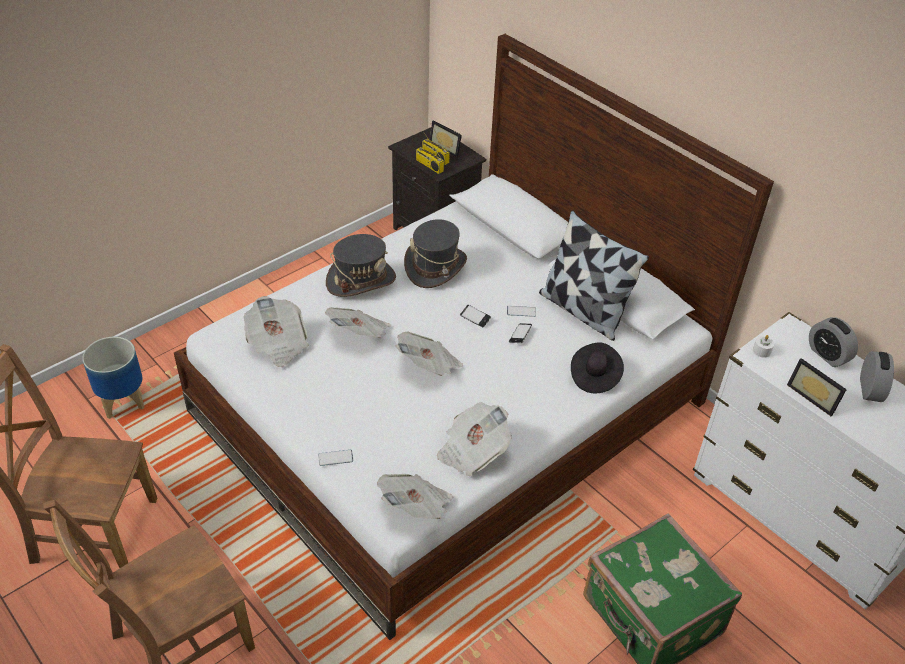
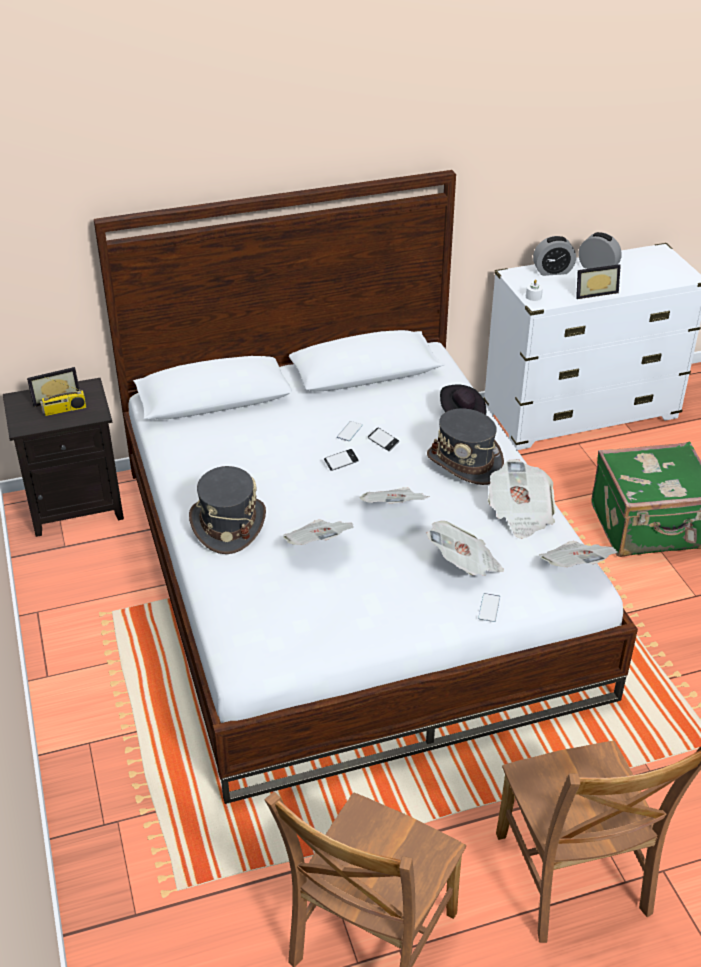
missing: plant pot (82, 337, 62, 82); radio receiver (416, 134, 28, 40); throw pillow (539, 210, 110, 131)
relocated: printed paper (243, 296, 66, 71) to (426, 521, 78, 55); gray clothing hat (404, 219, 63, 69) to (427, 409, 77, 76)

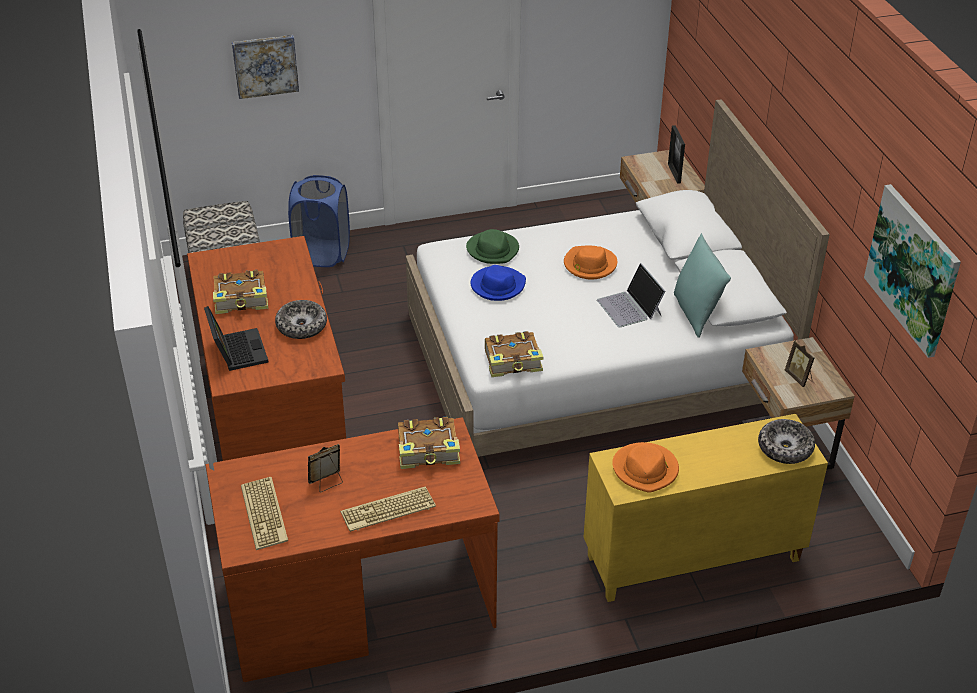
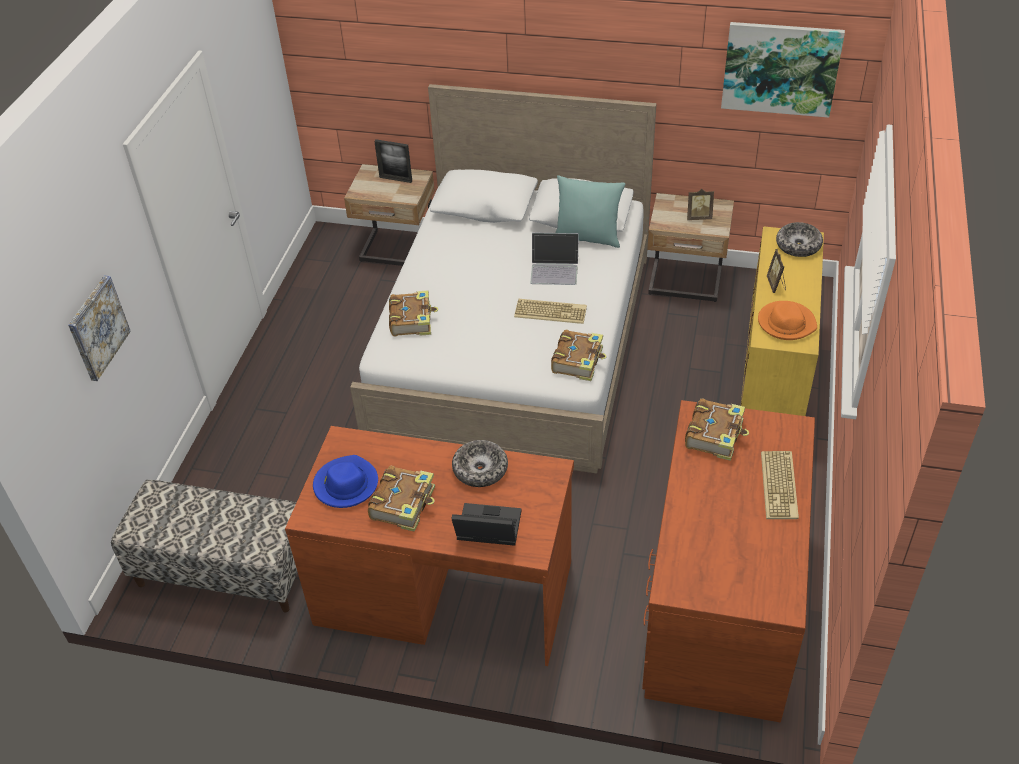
missing: blue hamper (288, 175, 62, 92); orange clothing hat (564, 246, 53, 33)
relocated: PC keyboard (241, 477, 47, 73) to (514, 299, 73, 25); photo frame (308, 444, 35, 48) to (767, 249, 19, 44); blue clothing hat (471, 265, 55, 36) to (313, 455, 65, 53)
exchanged: green clothing hat (466, 229, 53, 35) to bound book (389, 290, 49, 46)

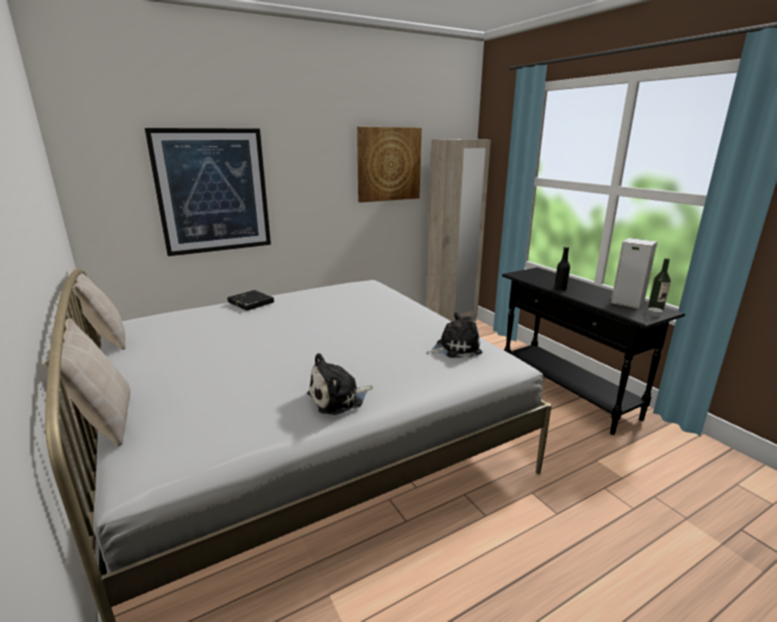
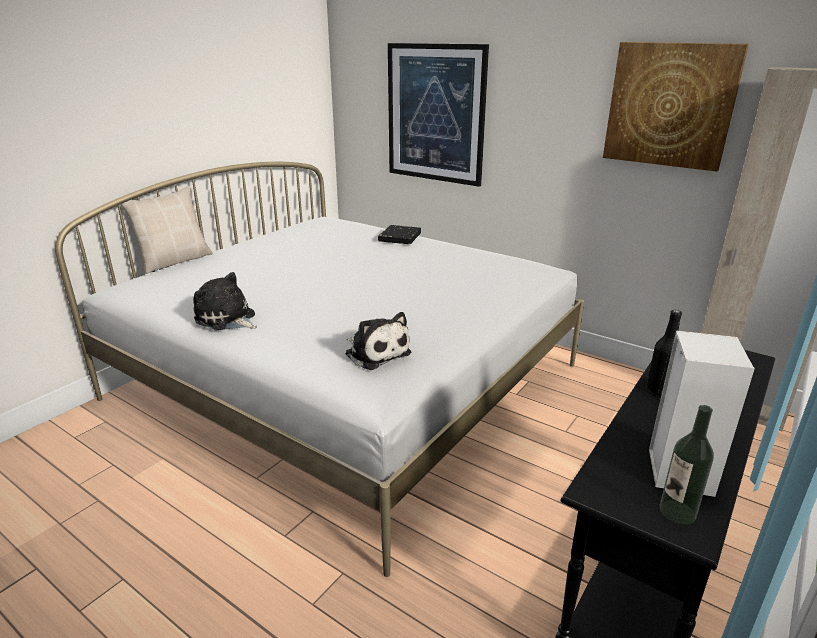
missing: sand-coloured throw pillow (72, 267, 54, 83)

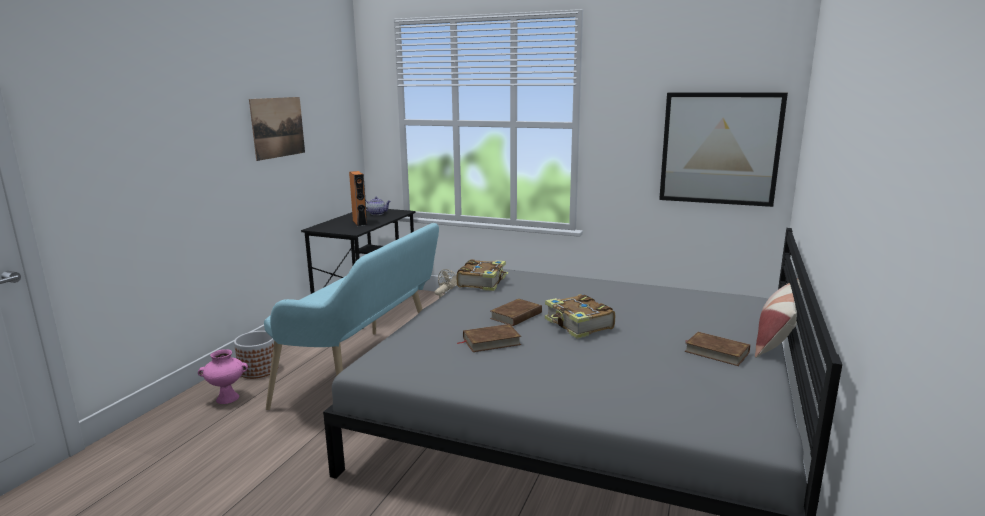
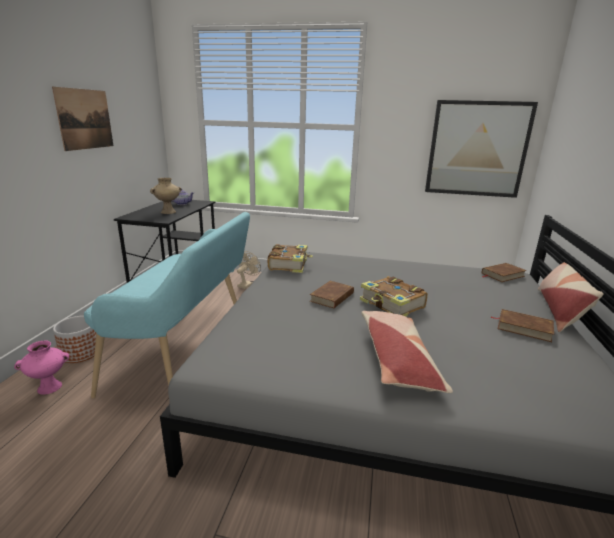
appeared: throw pillow (361, 311, 92, 82)
relocated: brownish bound book (457, 324, 64, 28) to (481, 263, 46, 19)
exchanged: orange speaker (349, 171, 18, 55) to sand-coloured flower vase (150, 178, 32, 36)

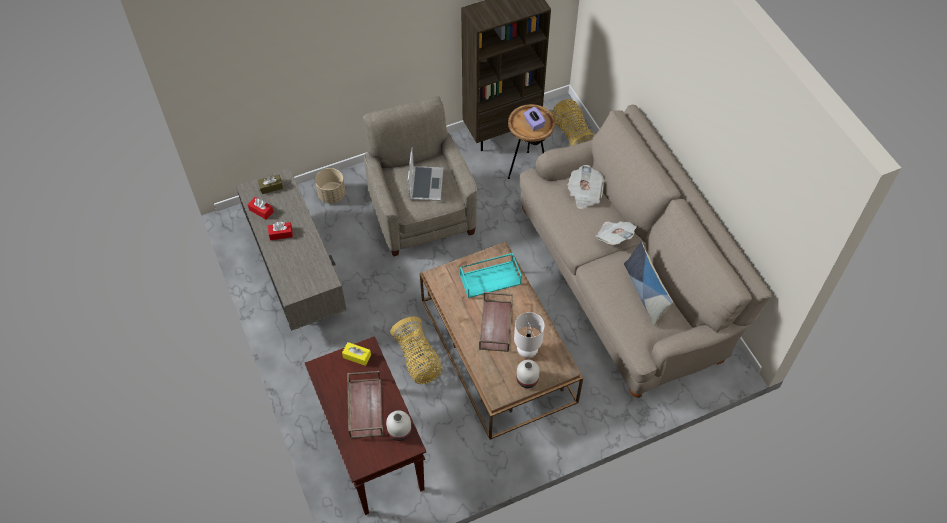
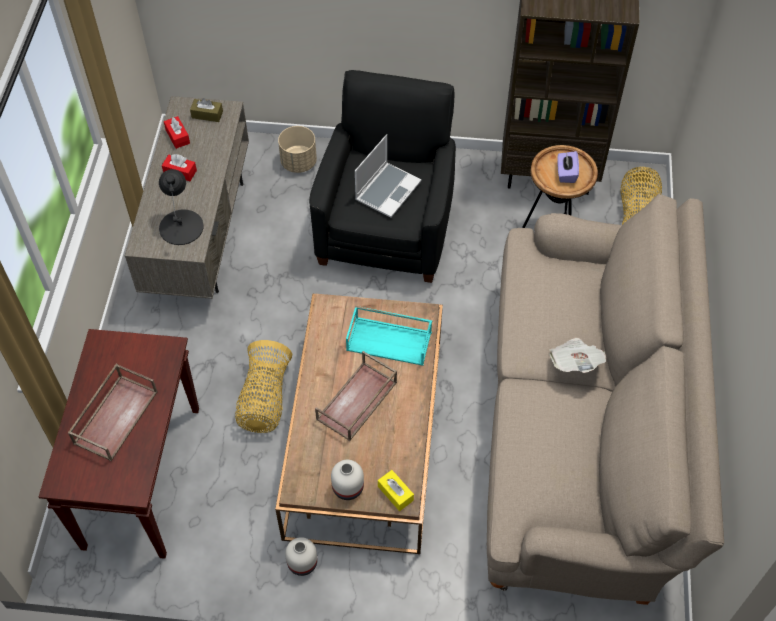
missing: white table lamp (514, 312, 30, 46); printed paper (567, 165, 37, 44); throw pillow (624, 241, 49, 85)
appeared: black-coloured table lamp (159, 169, 45, 76)
relocated: yellowish box of tissues (342, 342, 29, 24) to (378, 470, 36, 41); white flower vase (386, 410, 26, 31) to (285, 537, 32, 39)
colour: sand-coloured lounge chair (363, 96, 114, 161) to black-coloured lounge chair (309, 70, 147, 213)

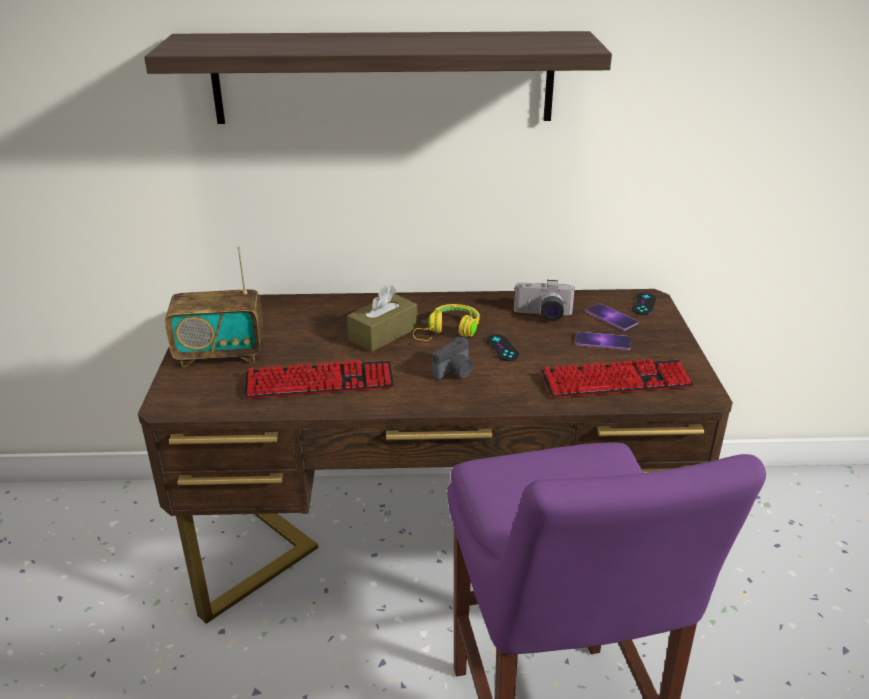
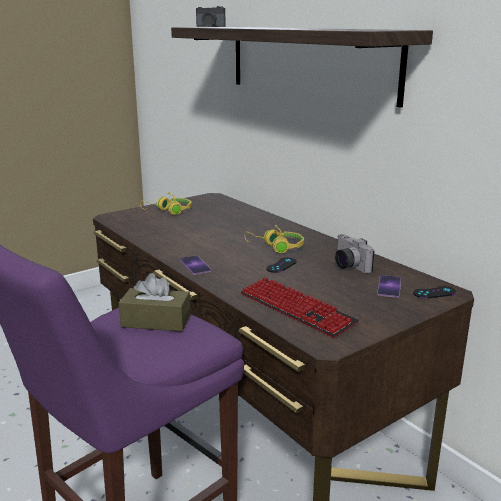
missing: PC keyboard (245, 360, 149, 39)
relocated: brownish box of tissues (347, 285, 70, 67) to (119, 273, 72, 59); photo camera (432, 336, 42, 44) to (196, 6, 30, 21); handset (575, 332, 55, 18) to (179, 255, 33, 20)
exchanged: radio receiver (165, 247, 98, 120) to yellowish headphones (140, 192, 52, 23)

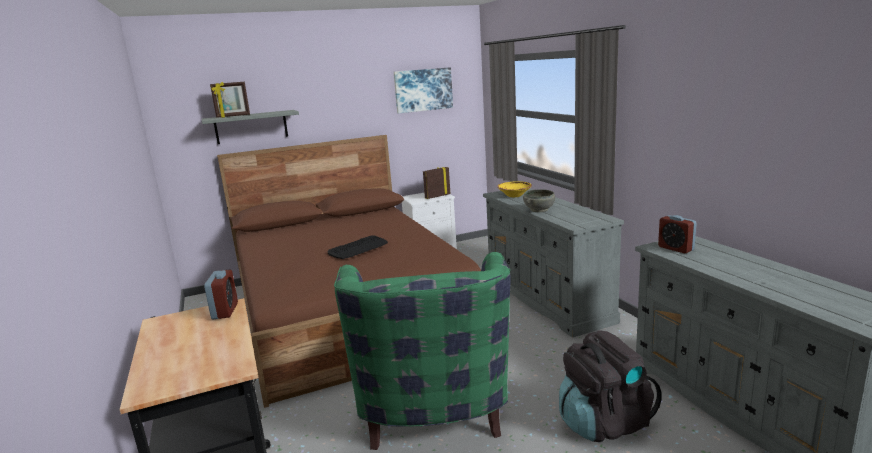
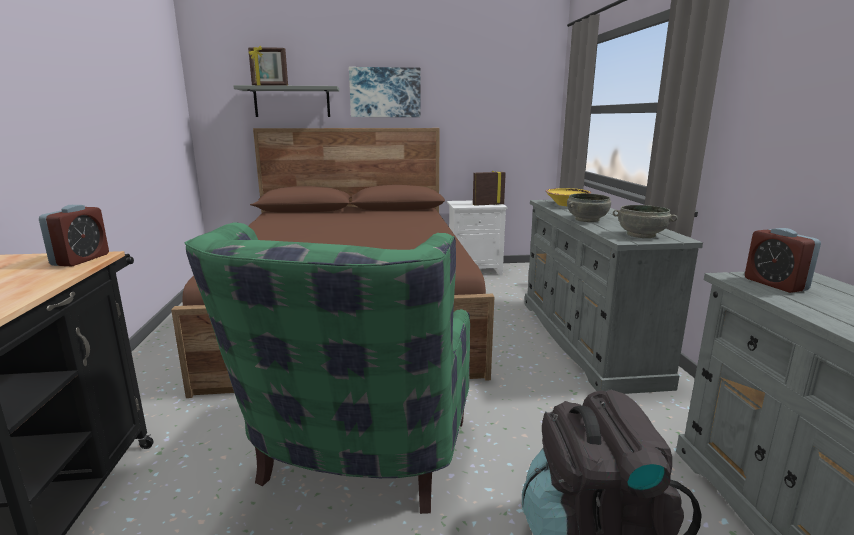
missing: PC keyboard (328, 235, 60, 24)
appeared: gray deep dish (613, 205, 64, 33)
relocated: wall picture (394, 67, 59, 46) to (349, 67, 72, 50)

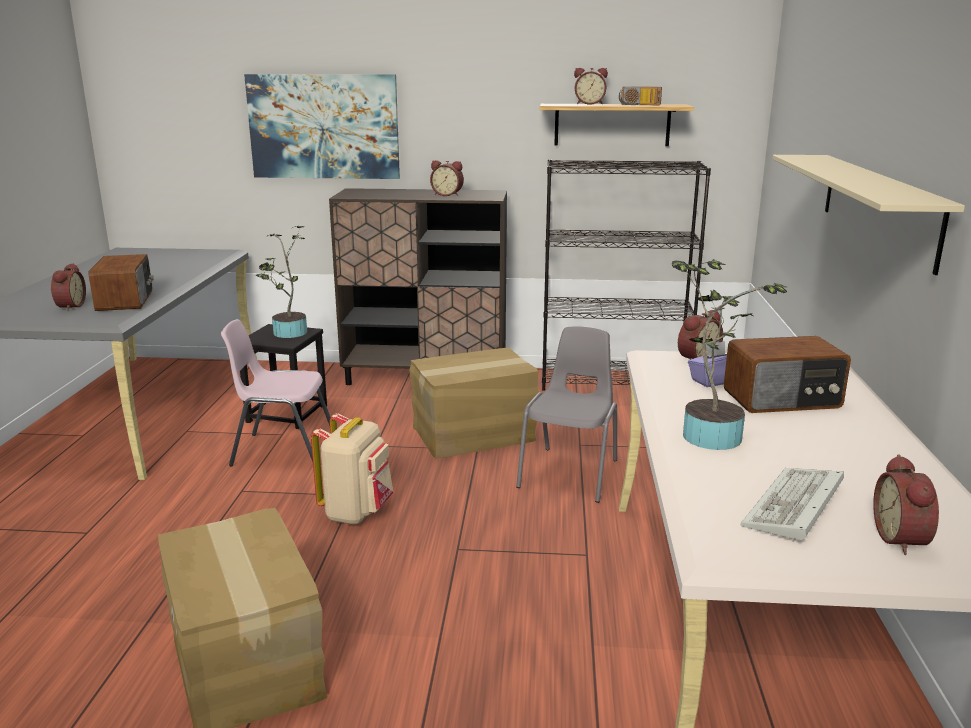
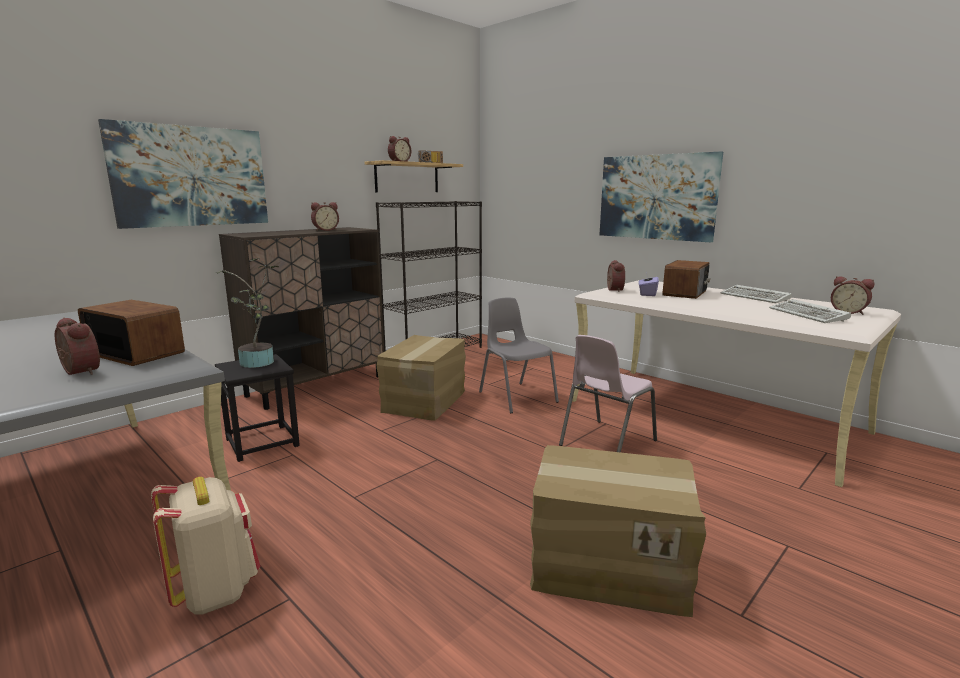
missing: houseplant (672, 259, 115, 191)
appeared: PC keyboard (721, 285, 71, 18)
relocated: pinkish chair (221, 319, 110, 147) to (559, 335, 98, 117); sand-coloured knapsack (311, 413, 82, 112) to (151, 477, 109, 138)
exchanged: sand-coloured shelf (772, 155, 193, 120) to wall picture (599, 151, 124, 91)

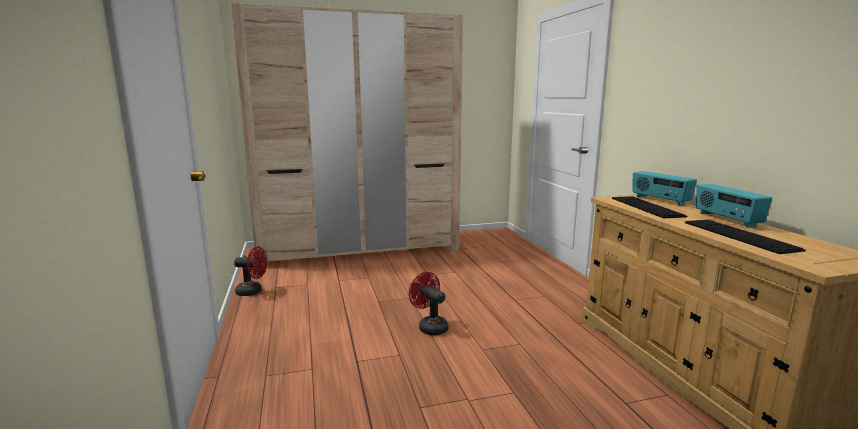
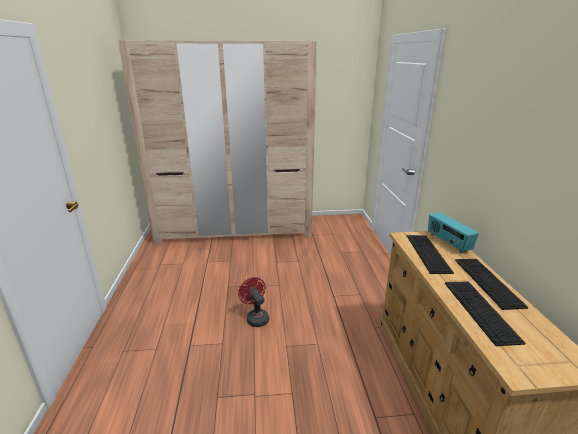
missing: red electric fan (234, 247, 33, 49)
exchanged: radio receiver (696, 184, 76, 44) to PC keyboard (455, 259, 73, 51)

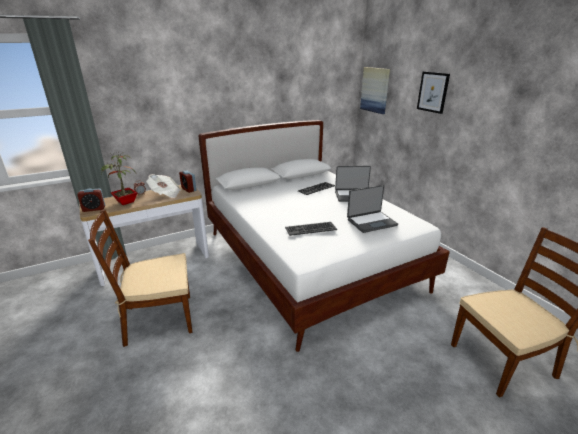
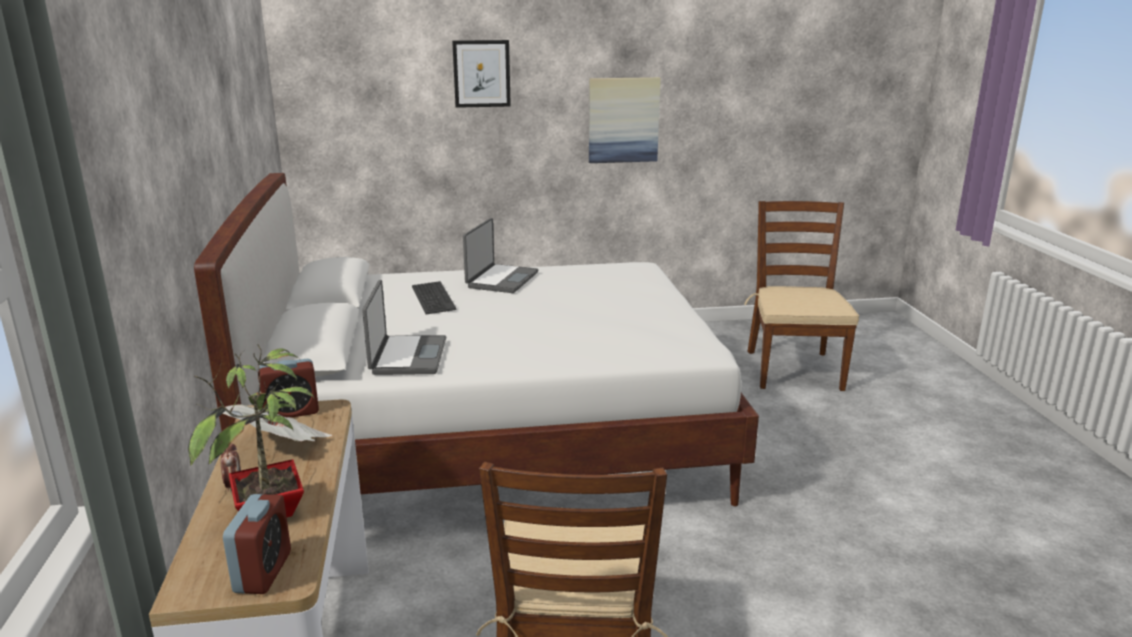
missing: PC keyboard (285, 222, 52, 14)
relocated: portable computer (347, 185, 51, 48) to (362, 280, 84, 95); wall picture (360, 67, 30, 47) to (589, 77, 72, 86)

